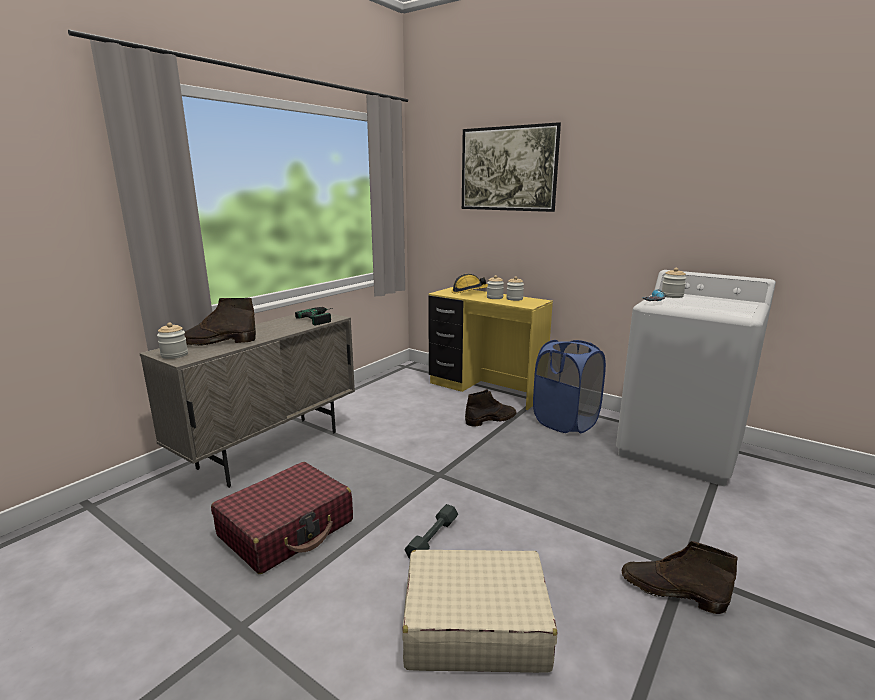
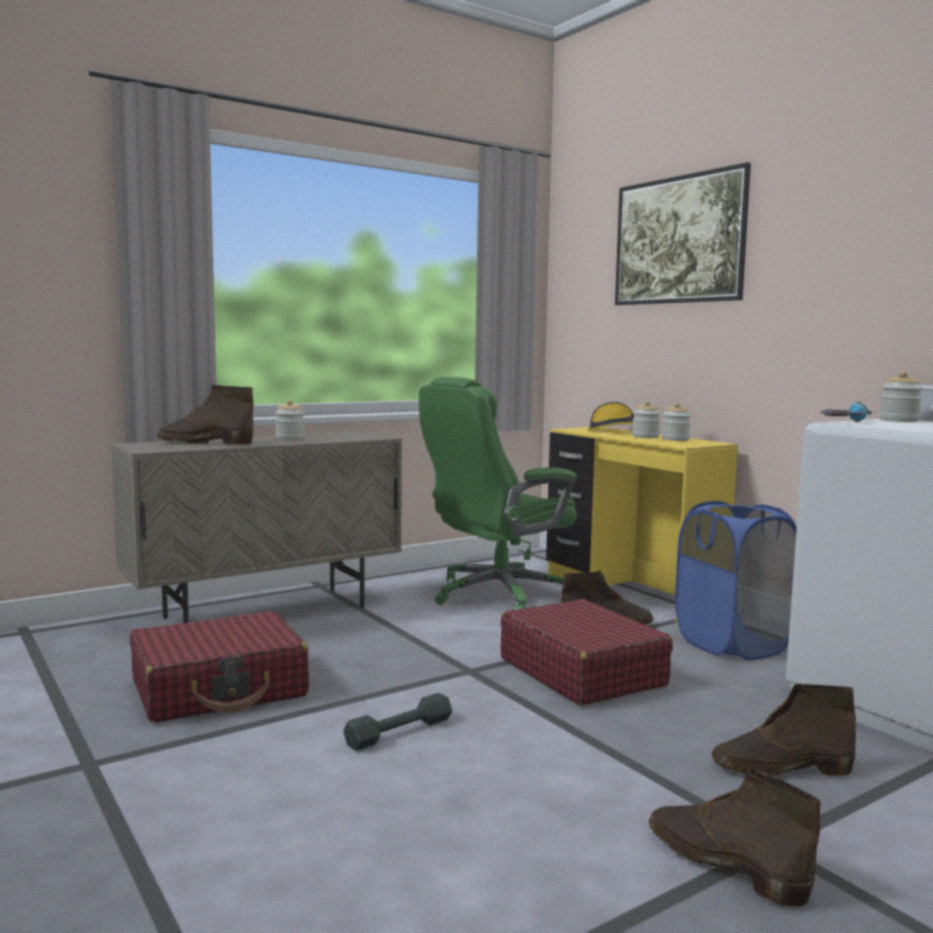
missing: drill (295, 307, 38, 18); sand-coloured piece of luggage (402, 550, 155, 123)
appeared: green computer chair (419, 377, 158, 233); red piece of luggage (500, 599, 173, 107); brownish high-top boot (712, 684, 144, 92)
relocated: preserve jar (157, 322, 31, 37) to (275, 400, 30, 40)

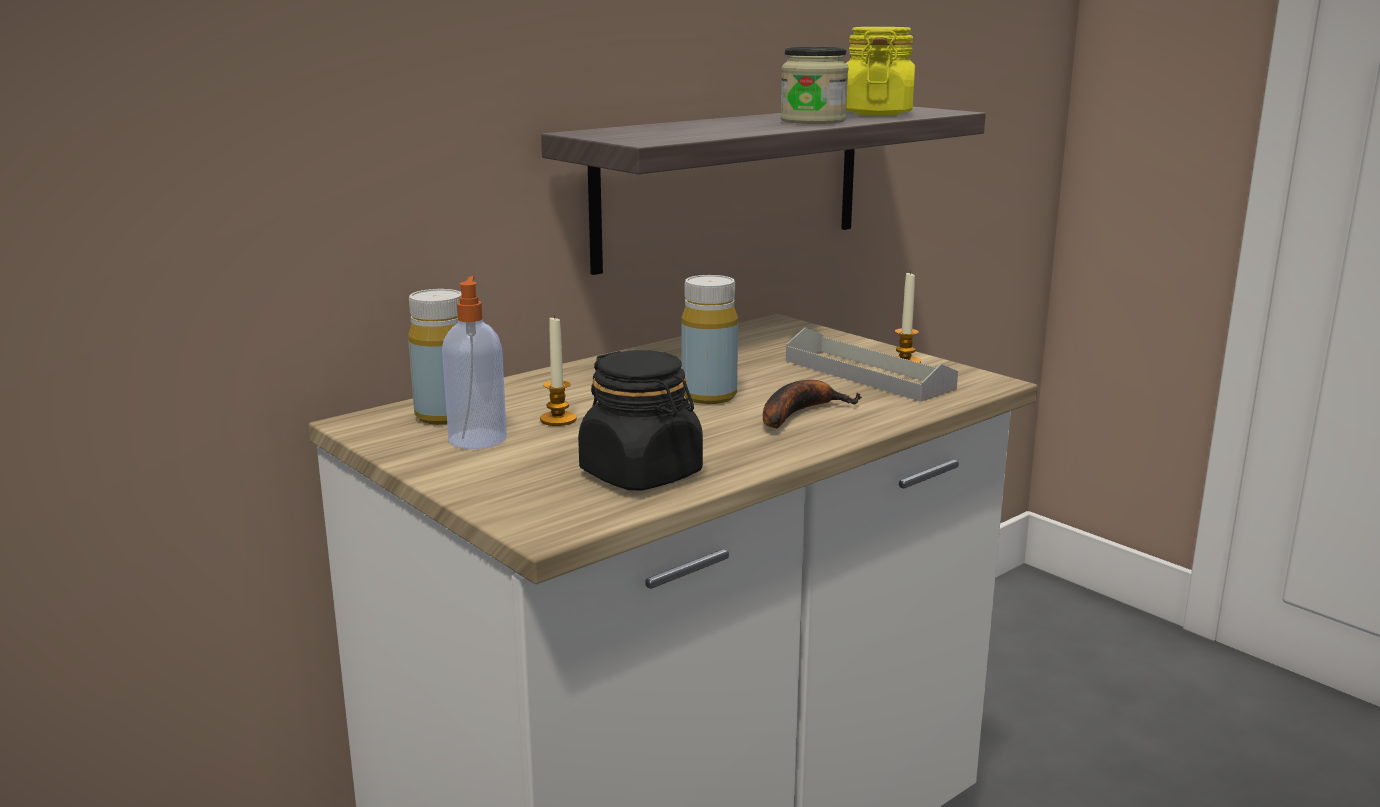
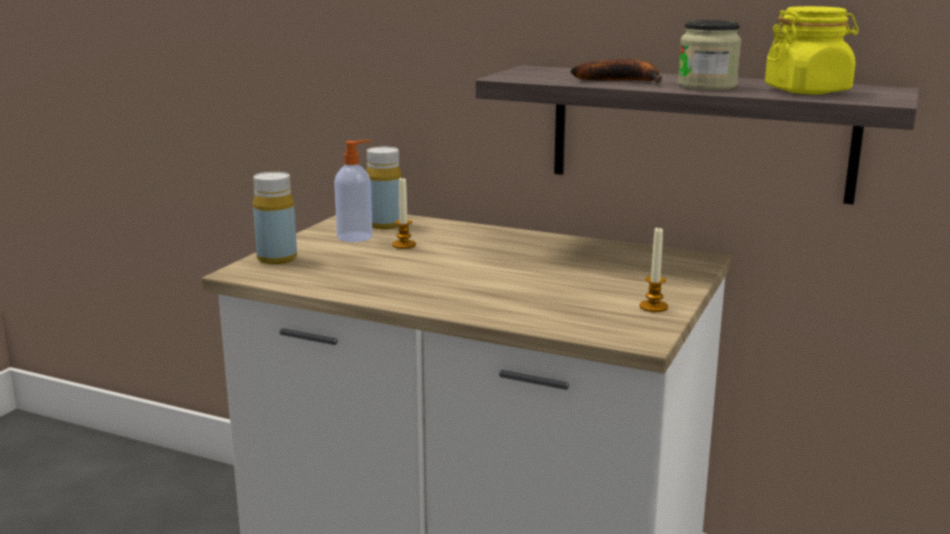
missing: black-coloured preserve jar (578, 350, 125, 141); gray tray (786, 328, 172, 74)
relocated: yellowish bottle (681, 275, 57, 129) to (253, 172, 44, 92); whole banana (763, 380, 99, 48) to (570, 59, 92, 24)

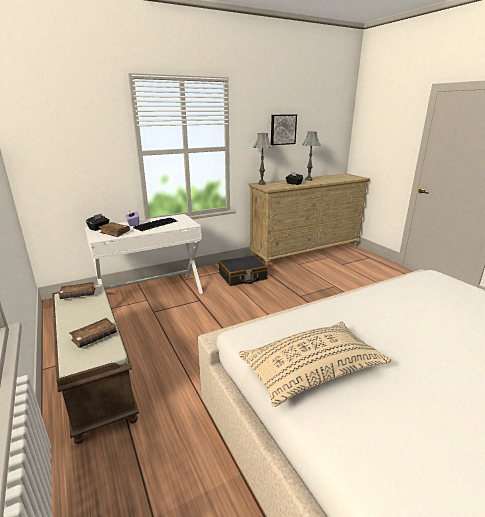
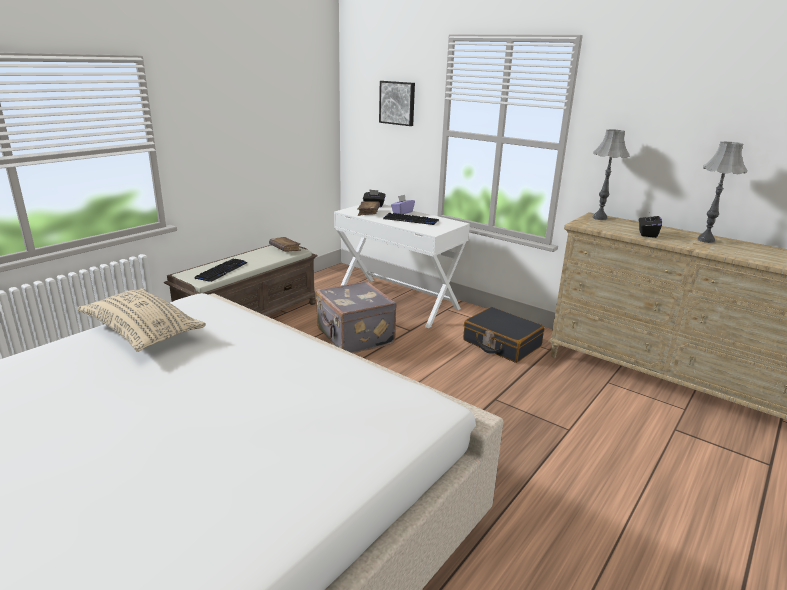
appeared: gray piece of luggage (315, 281, 82, 73)
relocated: wall picture (271, 114, 26, 31) to (379, 81, 36, 45)
exchanged: brownish bound book (69, 318, 48, 30) to PC keyboard (195, 259, 53, 23)

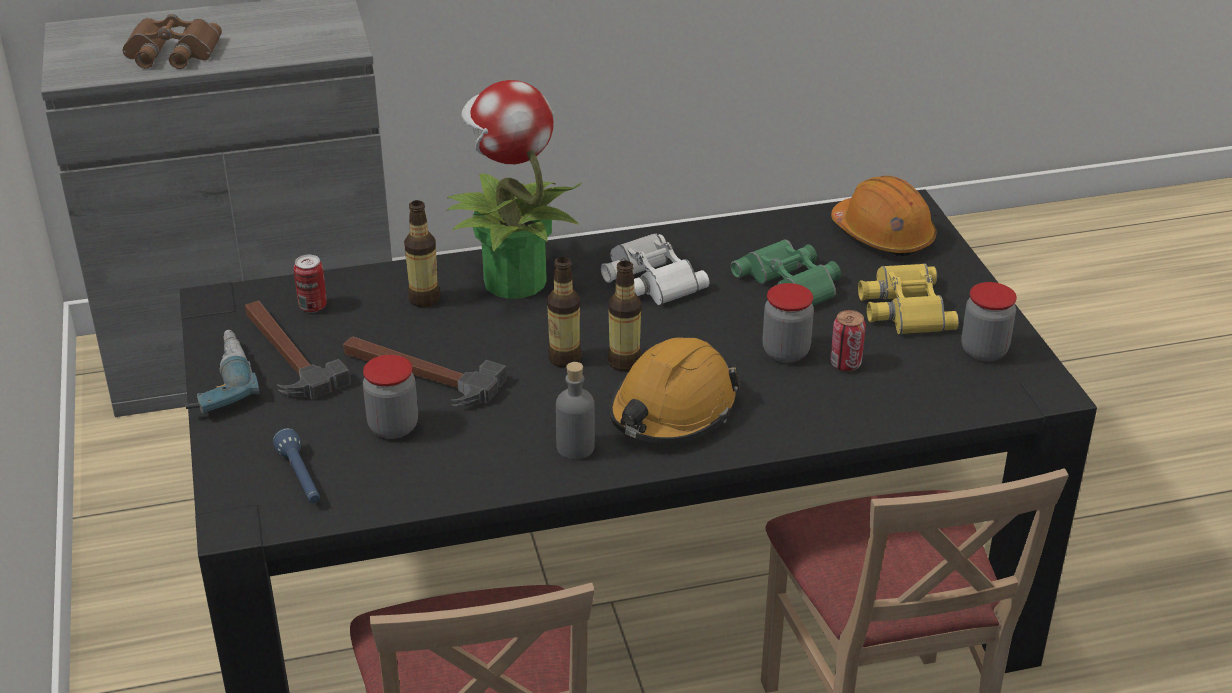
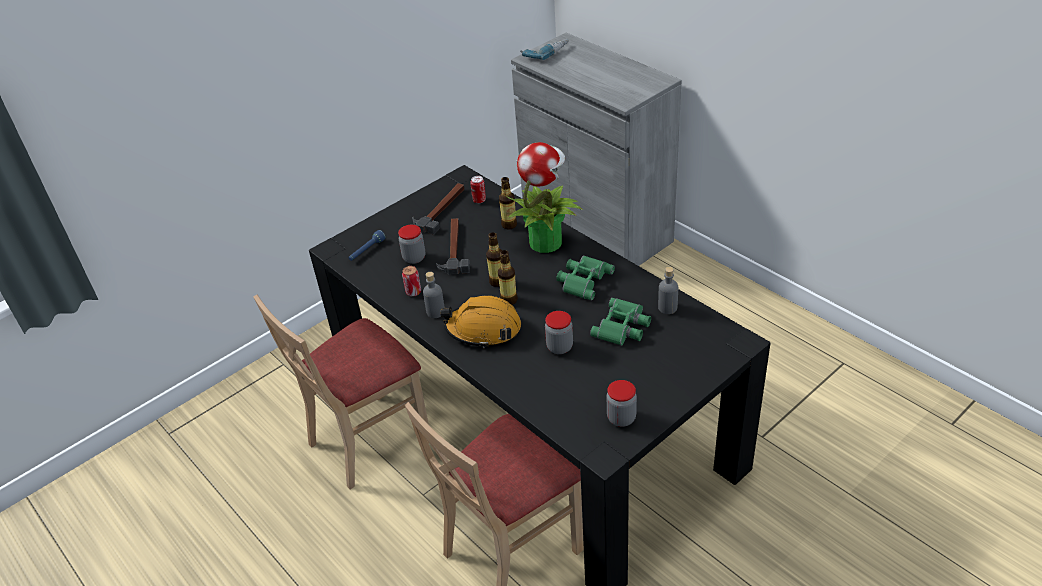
missing: brownish field glasses (123, 14, 99, 55); orange hard hat (831, 176, 105, 80); yellowish field glasses (858, 263, 101, 71)
appeared: gray bottle (658, 267, 20, 47)
relocated: drill (186, 330, 74, 83) to (520, 39, 48, 21); can (830, 310, 36, 61) to (402, 266, 19, 31)
colour: white field glasses (601, 233, 108, 72) to green field glasses (556, 255, 59, 45)

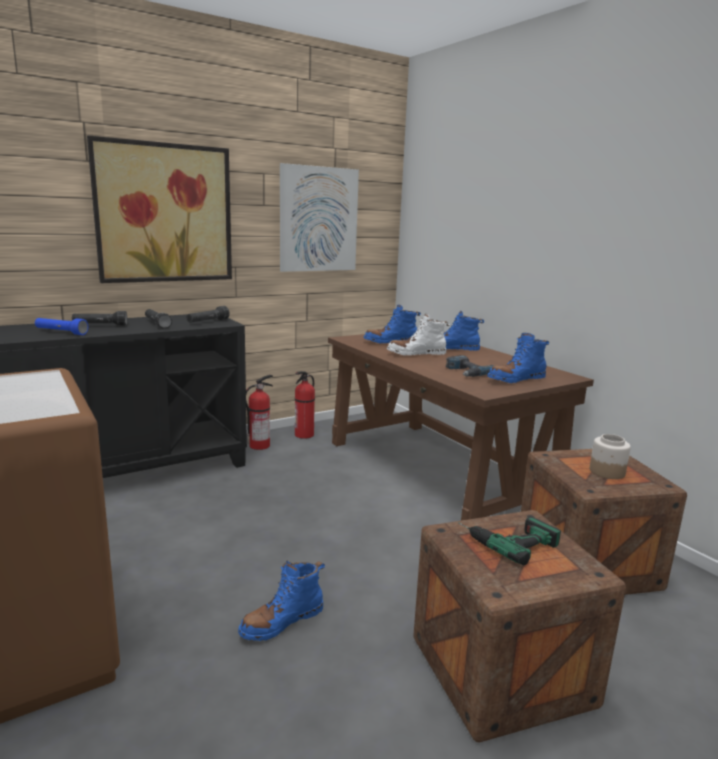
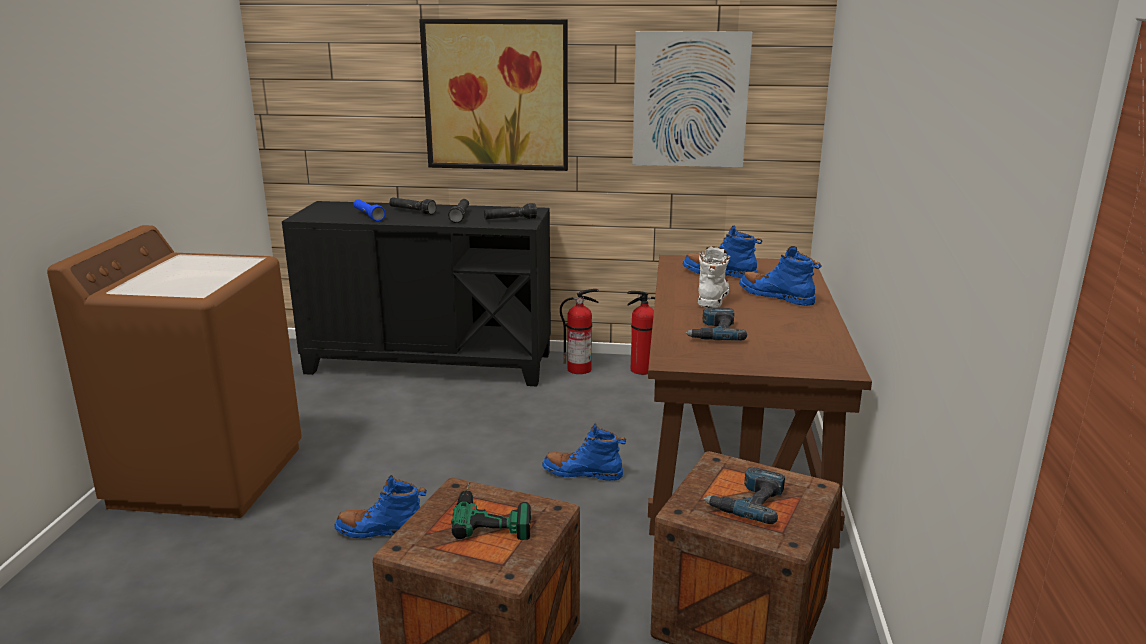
relocated: blue high-top boot (487, 333, 62, 50) to (542, 424, 84, 57)
exchanged: preserve jar (590, 434, 41, 45) to drill (703, 467, 82, 57)
spun: white high-top boot (387, 314, 63, 42) = (698, 246, 32, 62) 75 degrees clockwise

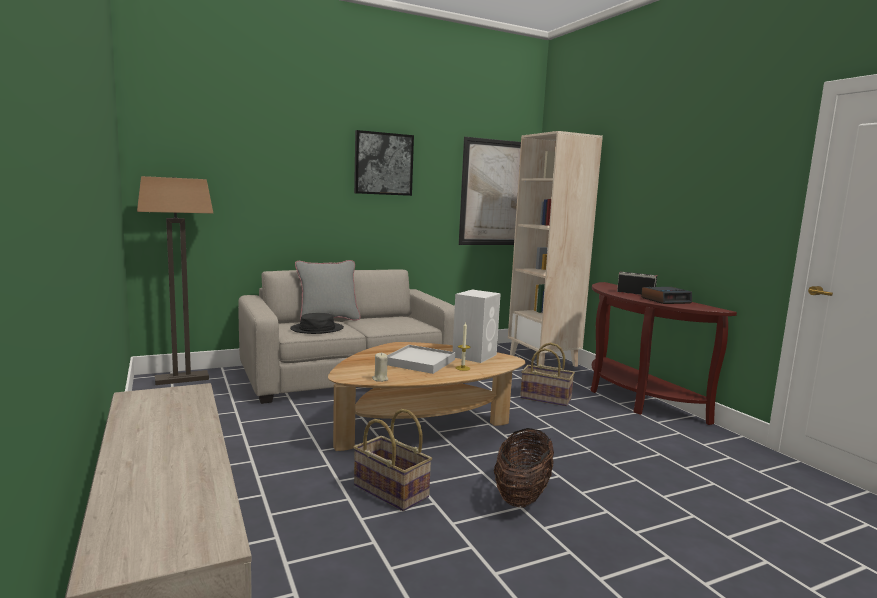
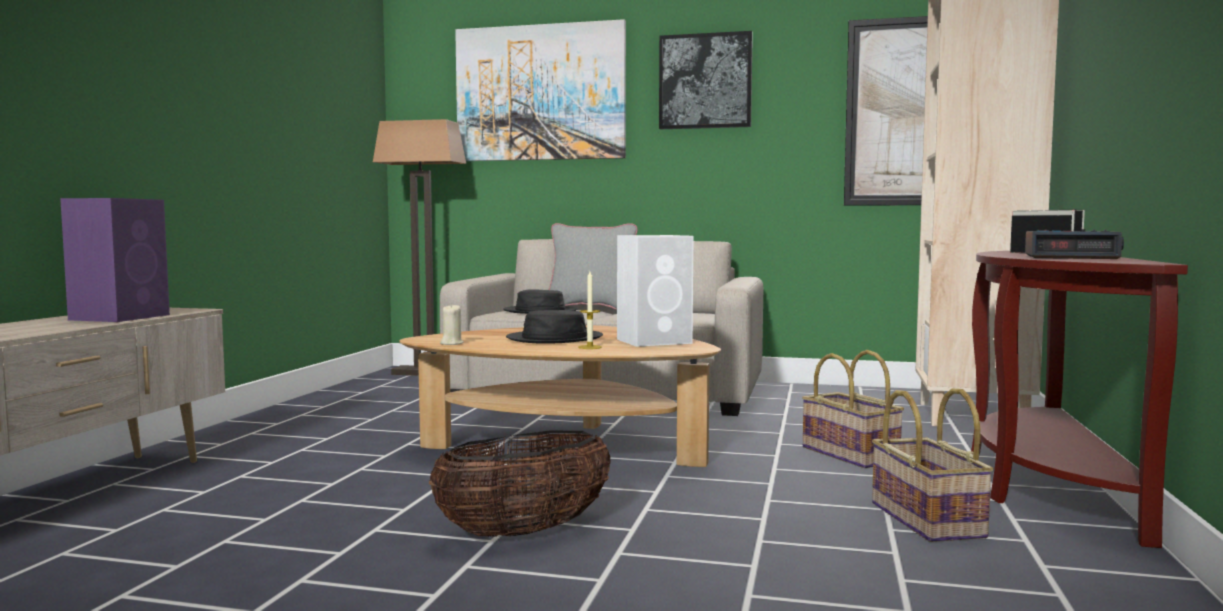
appeared: purple speaker (60, 198, 110, 124); wall picture (455, 19, 171, 142)
relocated: household basket (353, 409, 79, 102) to (872, 388, 122, 154)
exchanged: white tray (387, 345, 68, 29) to black-coloured clothing hat (506, 310, 97, 34)

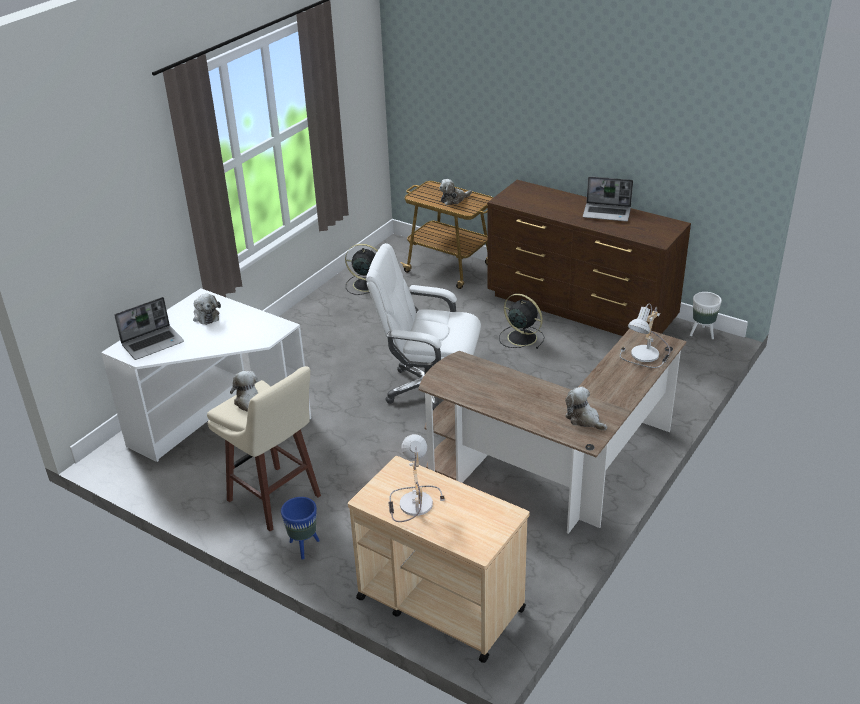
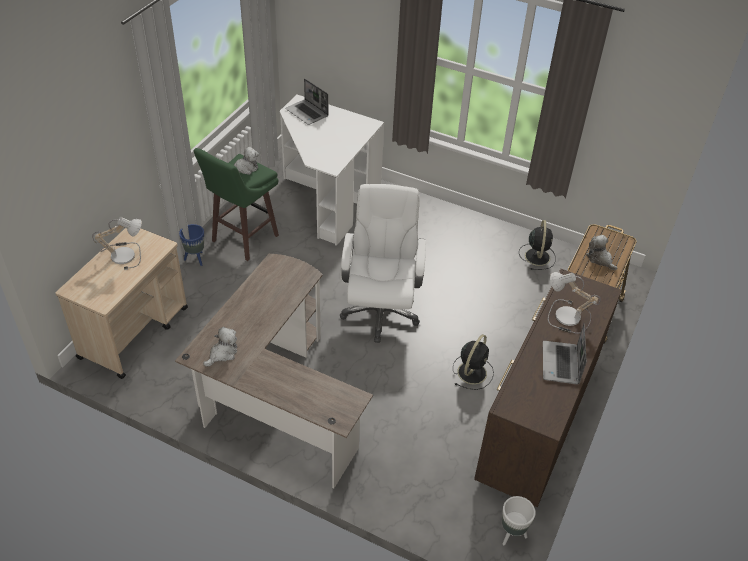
missing: plush toy (193, 294, 28, 31)
relocated: table lamp (619, 303, 51, 65) to (548, 272, 53, 62)
colour: sand-coloured sitting stool (207, 366, 114, 166) to green sitting stool (194, 148, 85, 113)

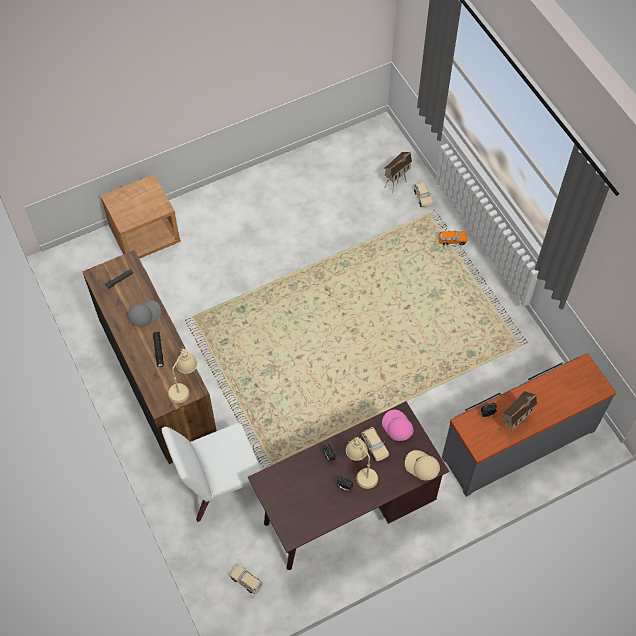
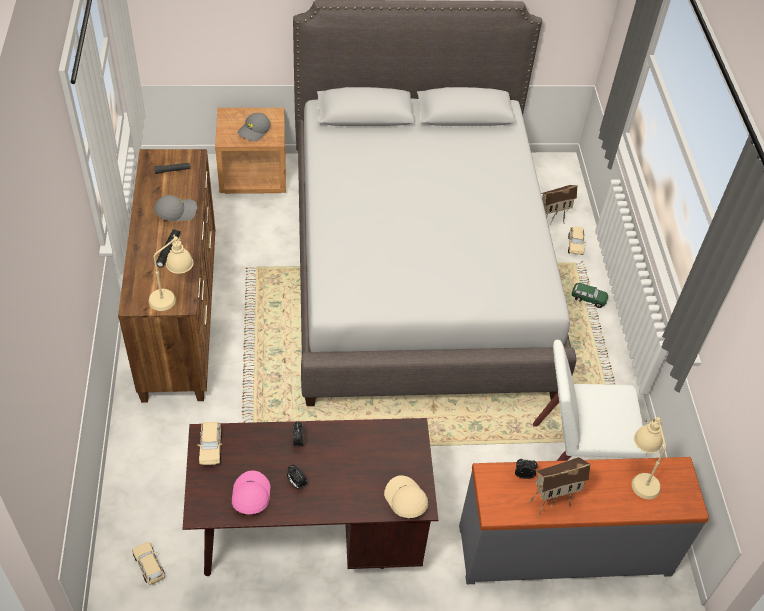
appeared: gray cap (237, 113, 34, 29); gray sleeping bed (293, 0, 283, 406)
relocated: white chair (162, 423, 99, 99) to (533, 340, 114, 121); sand-coloured table lamp (346, 437, 32, 52) to (632, 417, 34, 82); sand-coloured toy car (361, 427, 28, 34) to (197, 422, 25, 43); pinkish cap (382, 410, 32, 31) to (232, 471, 38, 43)
colour: orange toy car (438, 230, 29, 16) to green toy car (572, 283, 36, 25)

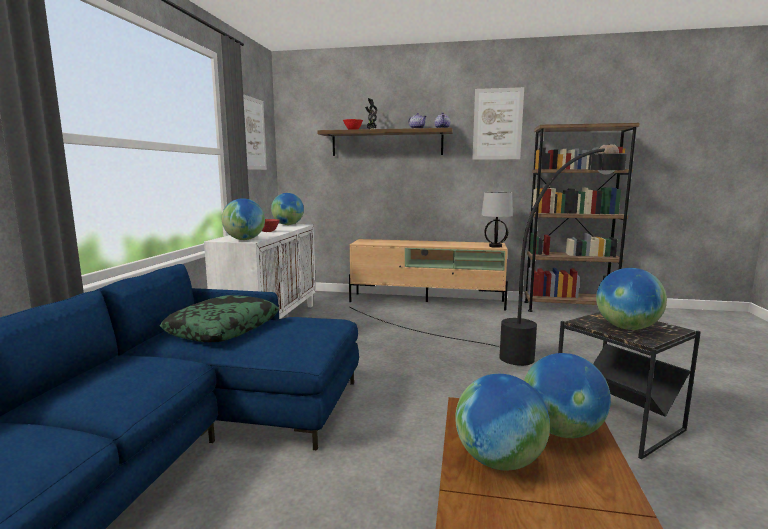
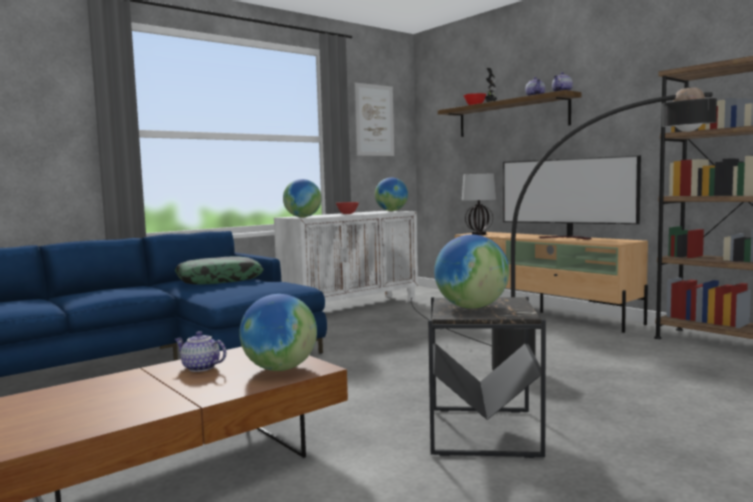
missing: wall picture (472, 87, 52, 73)
appeared: television (503, 155, 138, 85)
relocated: table lamp (481, 192, 32, 56) to (462, 174, 34, 61)
exchanged: globe (455, 374, 95, 96) to pot for tea (175, 331, 51, 41)

